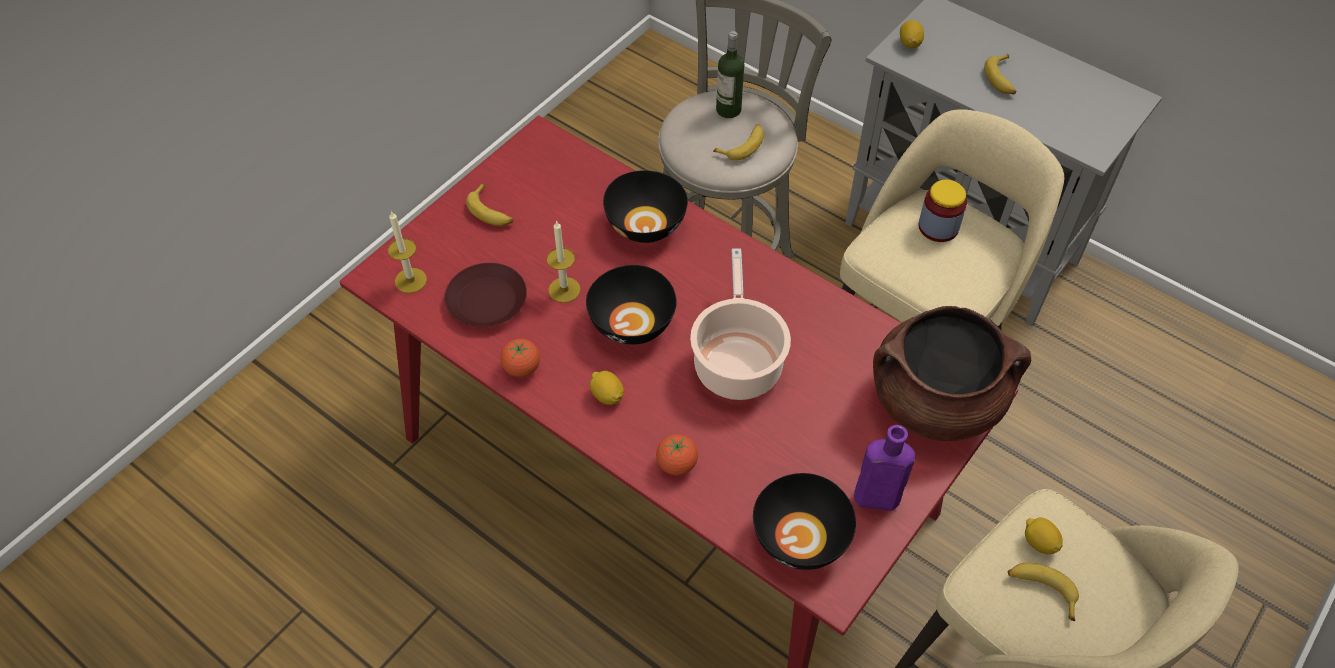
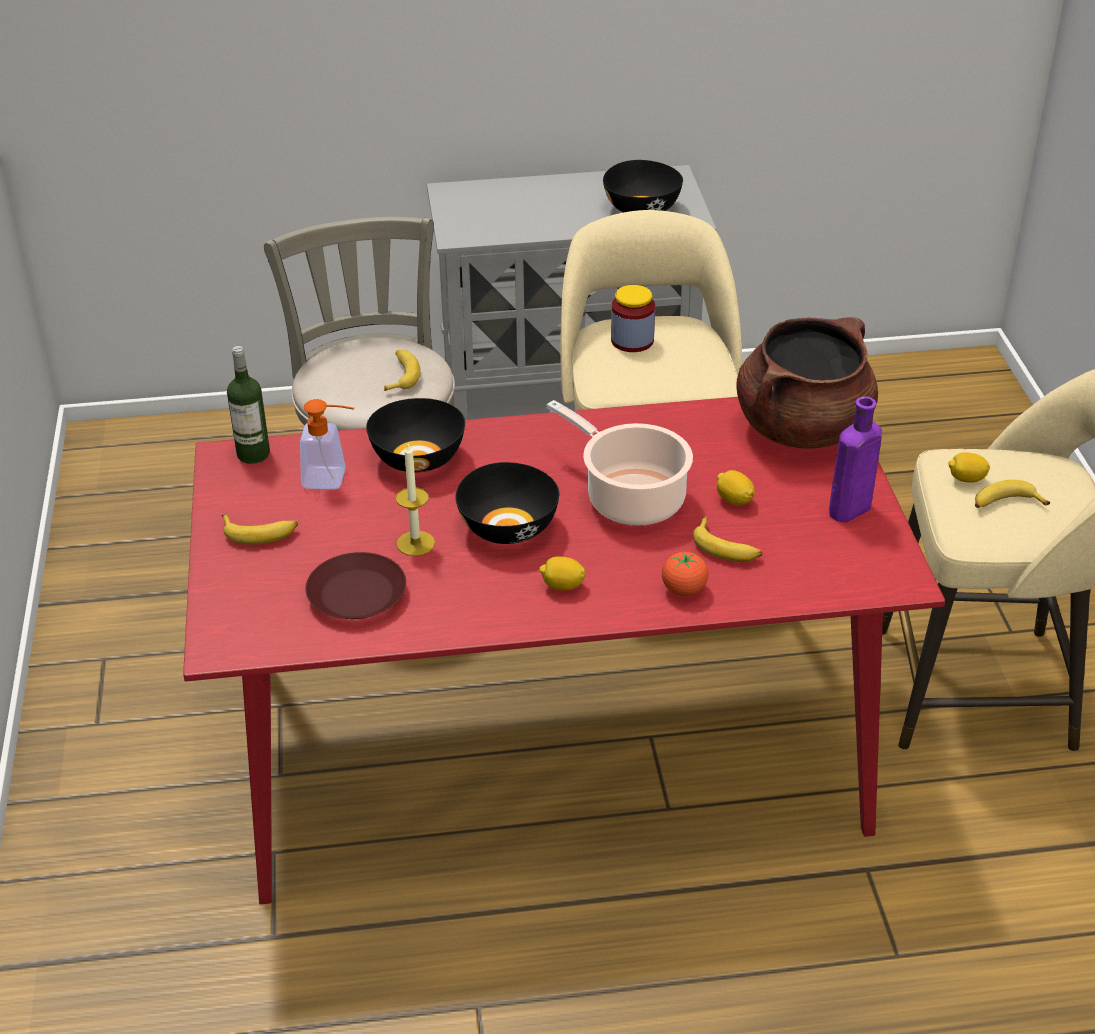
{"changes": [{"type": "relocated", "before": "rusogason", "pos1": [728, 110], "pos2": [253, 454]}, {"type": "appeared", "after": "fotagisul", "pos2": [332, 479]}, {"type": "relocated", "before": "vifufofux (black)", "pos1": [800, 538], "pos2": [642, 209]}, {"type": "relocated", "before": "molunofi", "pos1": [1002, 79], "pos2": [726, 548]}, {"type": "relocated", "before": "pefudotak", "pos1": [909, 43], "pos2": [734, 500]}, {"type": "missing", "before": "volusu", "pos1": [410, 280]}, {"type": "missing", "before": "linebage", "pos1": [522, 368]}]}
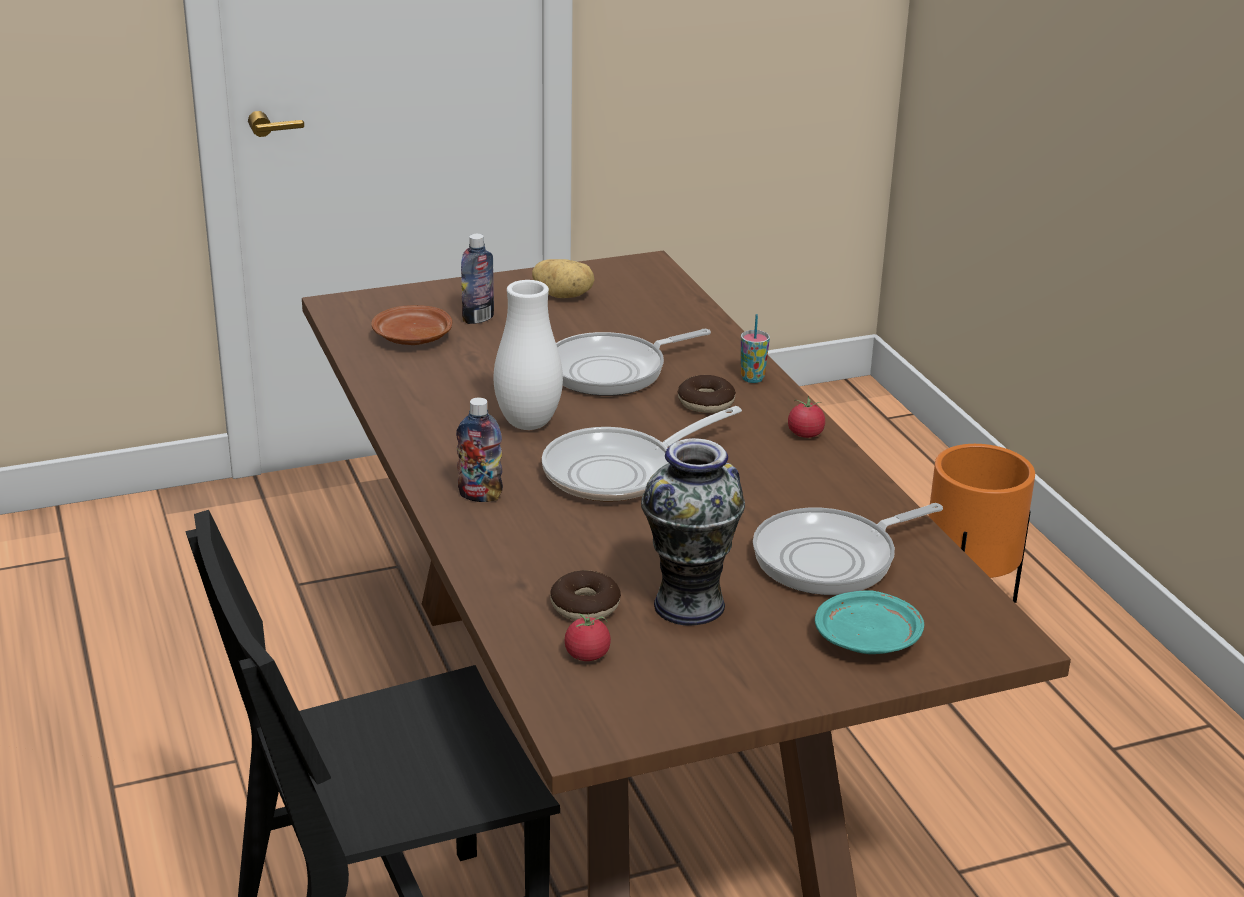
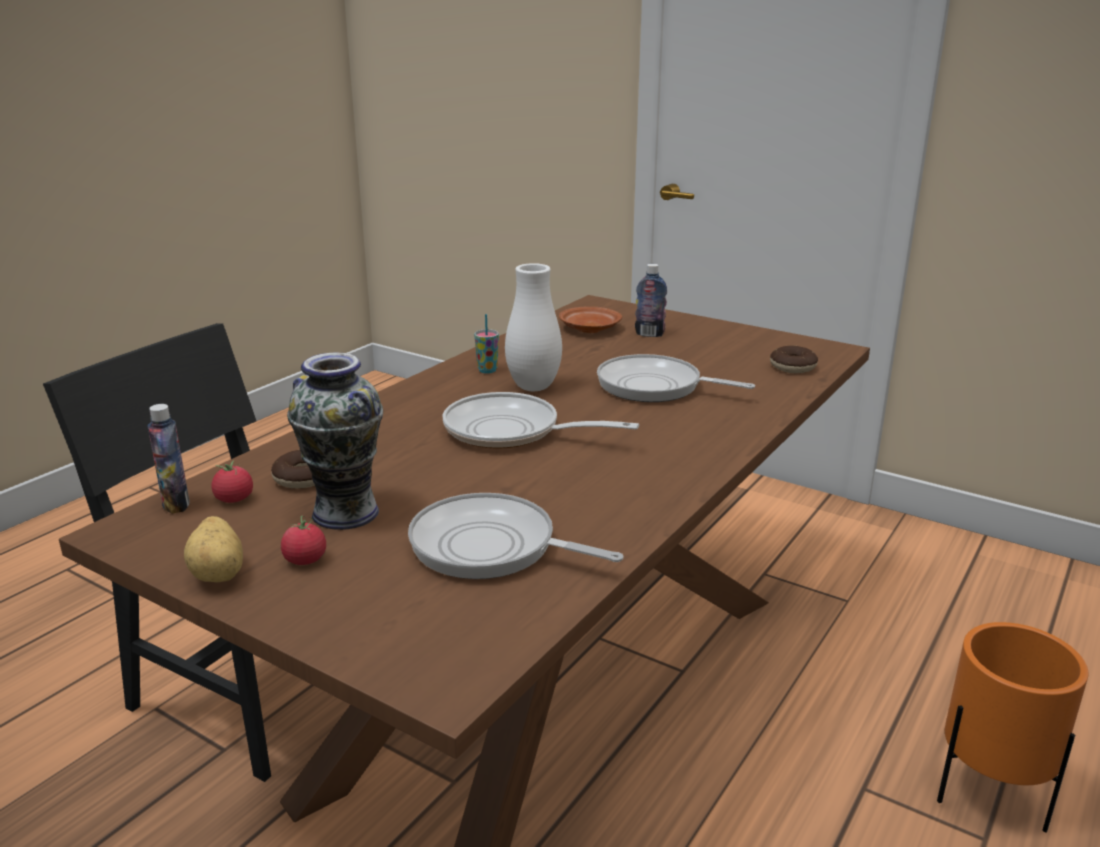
{"changes": [{"type": "relocated", "before": "rusogason", "pos1": [480, 495], "pos2": [176, 504]}, {"type": "relocated", "before": "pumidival", "pos1": [563, 295], "pos2": [220, 573]}, {"type": "relocated", "before": "linebage", "pos1": [805, 434], "pos2": [305, 560]}, {"type": "relocated", "before": "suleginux", "pos1": [752, 378], "pos2": [487, 370]}, {"type": "relocated", "before": "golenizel", "pos1": [706, 403], "pos2": [793, 367]}, {"type": "missing", "before": "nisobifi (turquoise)", "pos1": [868, 639]}]}
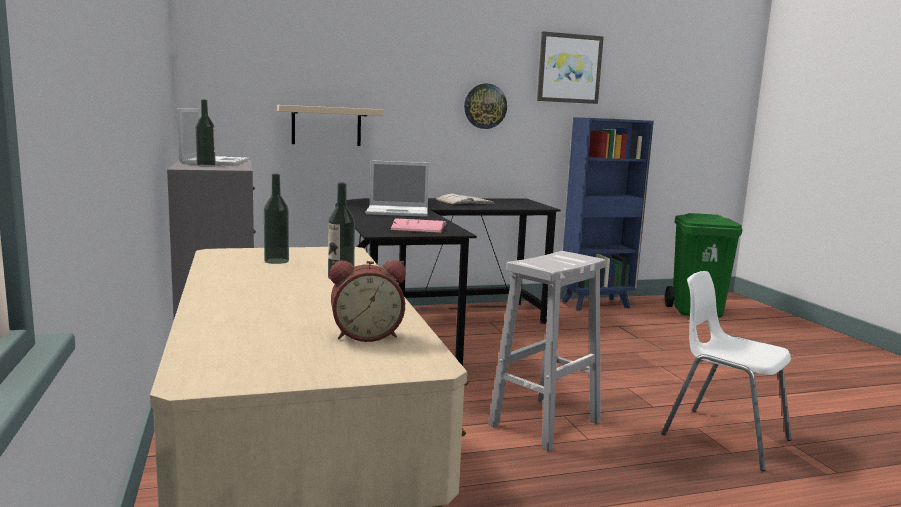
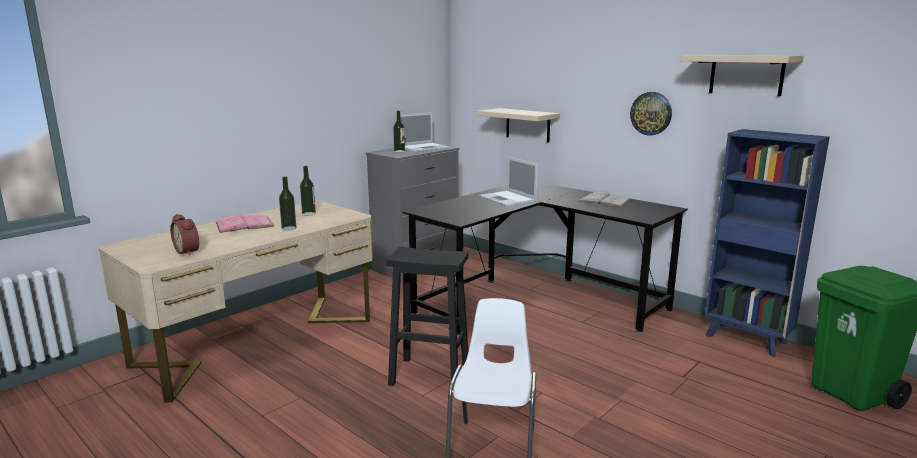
{"changes": [{"type": "relocated", "before": "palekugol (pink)", "pos1": [419, 227], "pos2": [244, 224]}, {"type": "colour", "before": "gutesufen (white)", "after": "gutesufen (black)", "pos1": [544, 424], "pos2": [428, 375]}, {"type": "exchanged", "before": "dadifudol", "after": "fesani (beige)", "pos1": [569, 68], "pos2": [746, 74]}]}
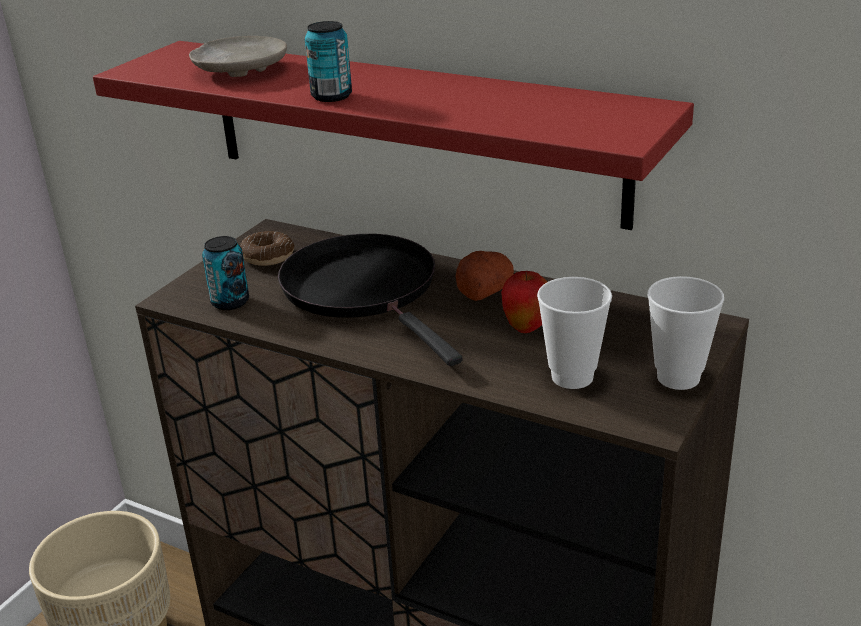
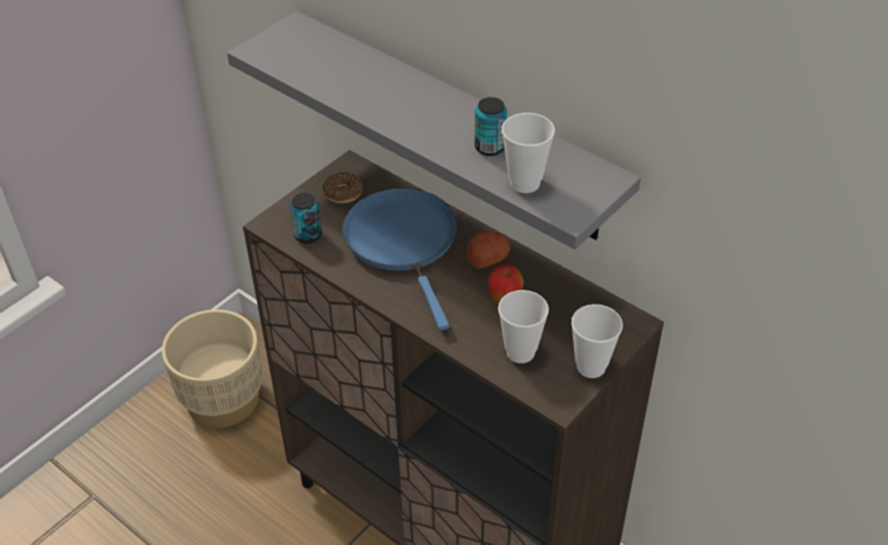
{"changes": [{"type": "colour", "before": "fesani (red)", "after": "fesani (grey)", "pos1": [409, 130], "pos2": [453, 125]}, {"type": "colour", "before": "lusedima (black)", "after": "lusedima (blue)", "pos1": [365, 290], "pos2": [403, 241]}, {"type": "relocated", "before": "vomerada", "pos1": [331, 96], "pos2": [490, 148]}, {"type": "appeared", "after": "suleginux", "pos2": [525, 183]}, {"type": "missing", "before": "nisobifi (beige)", "pos1": [240, 70]}]}
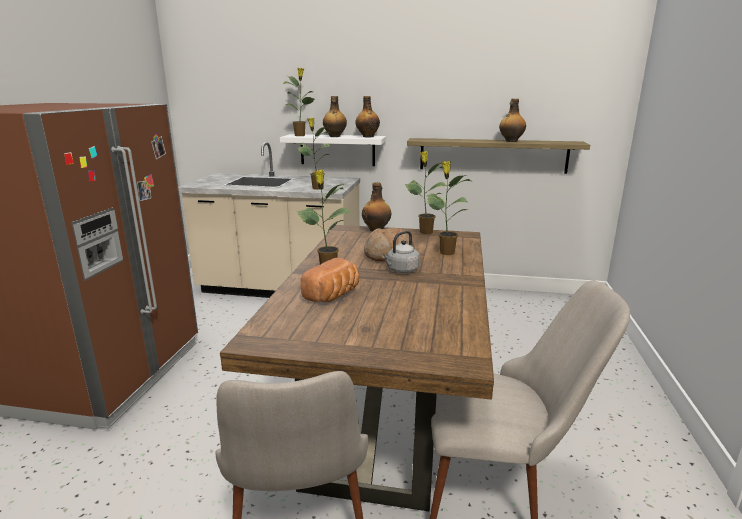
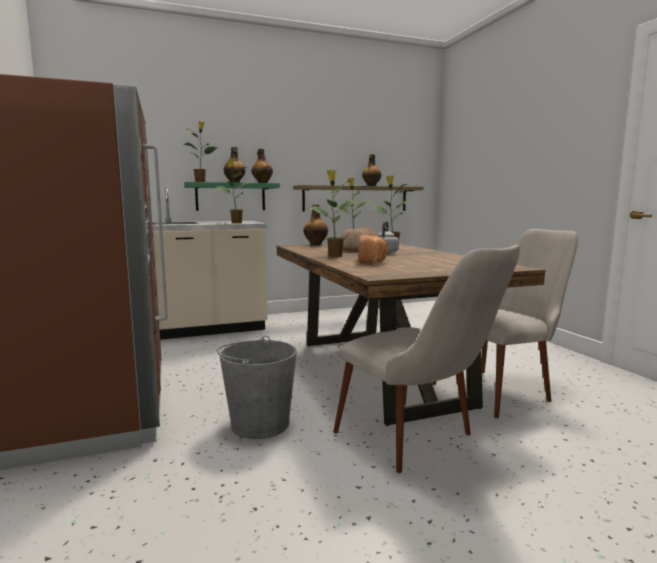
{"changes": [{"type": "colour", "before": "fesani (white)", "after": "fesani (green)", "pos1": [337, 150], "pos2": [230, 197]}, {"type": "appeared", "after": "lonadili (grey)", "pos2": [259, 424]}]}
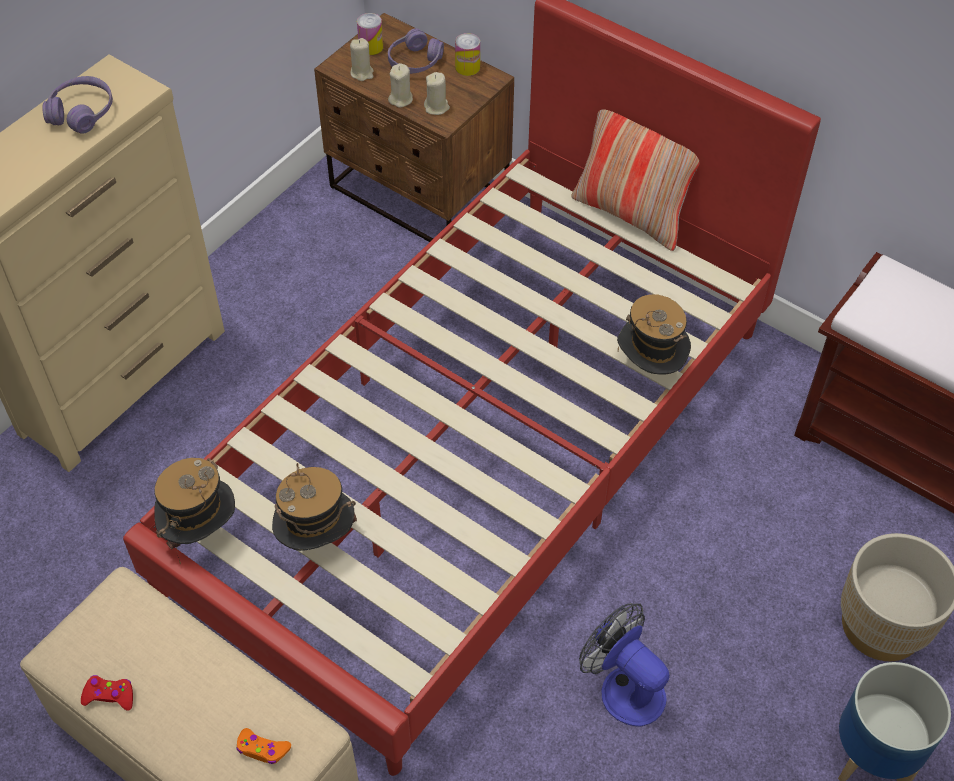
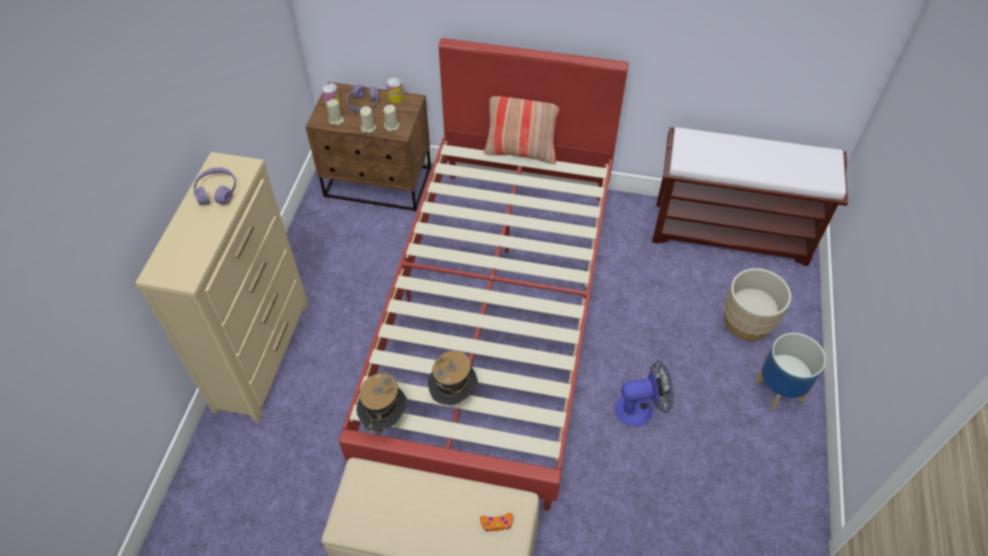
{"changes": [{"type": "spun", "before": "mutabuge", "pos1": [623, 687], "pos2": [640, 408], "turn": 150}, {"type": "missing", "before": "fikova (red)", "pos1": [109, 695]}, {"type": "missing", "before": "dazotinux", "pos1": [649, 368]}]}
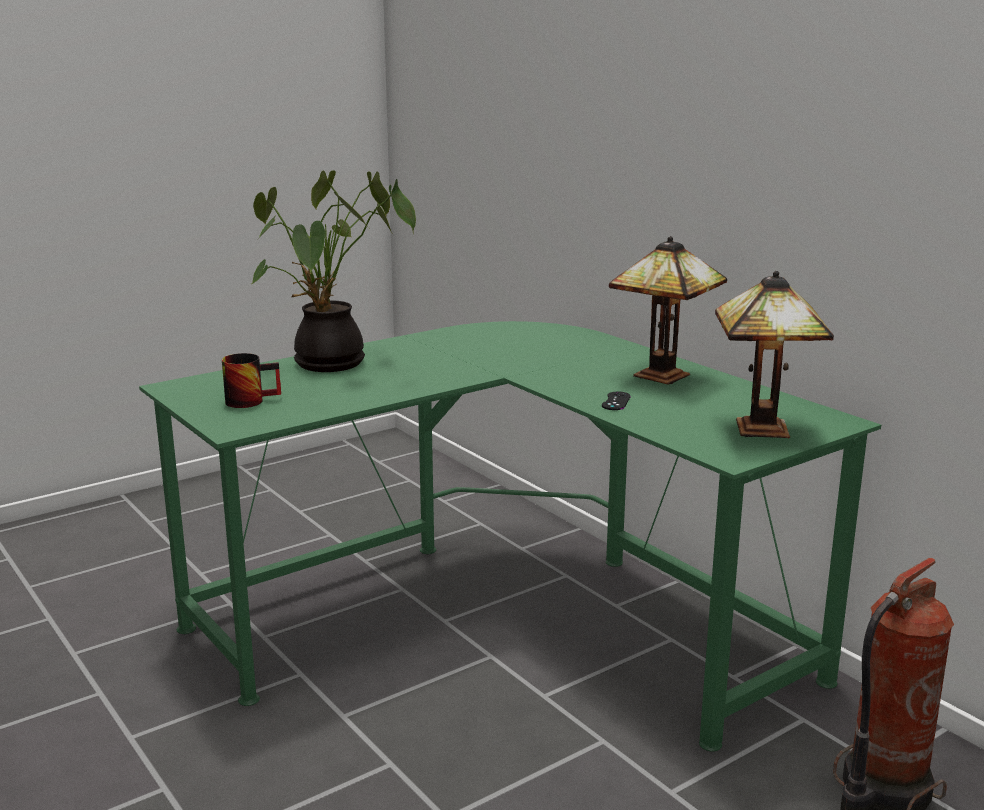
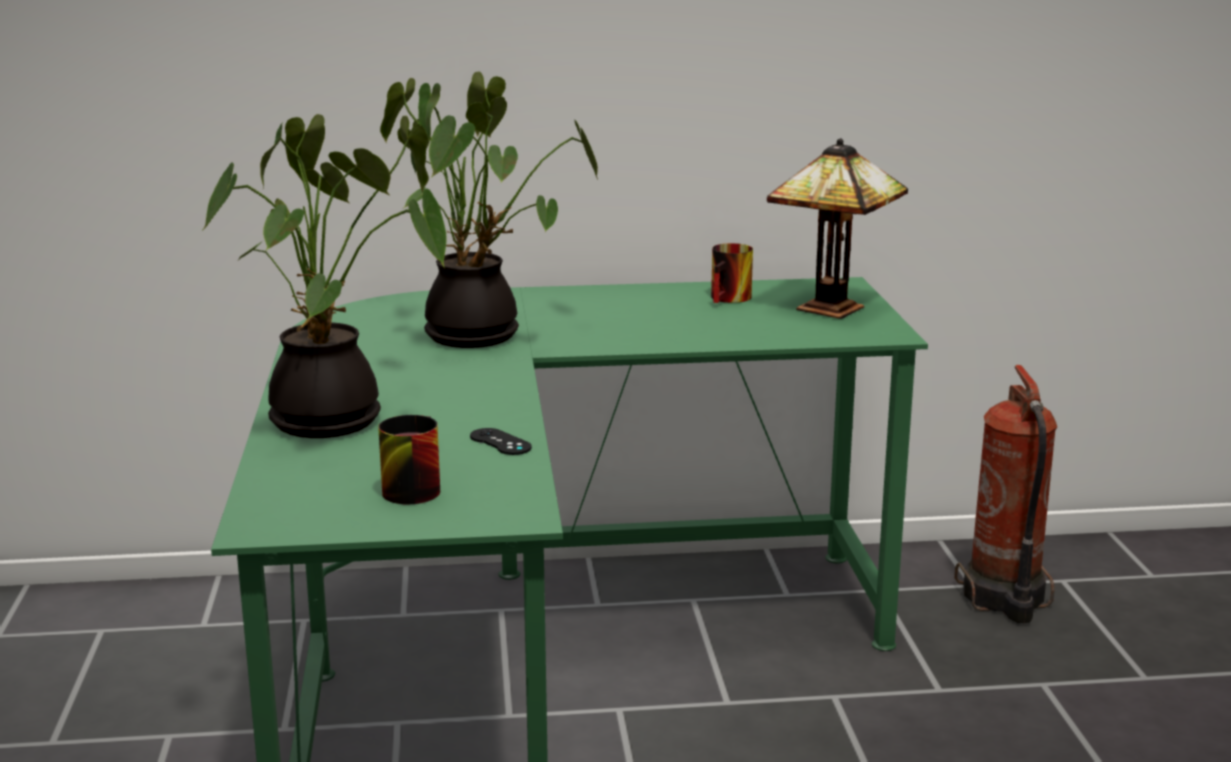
{"changes": [{"type": "appeared", "after": "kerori", "pos2": [480, 334]}, {"type": "relocated", "before": "fikova (black)", "pos1": [616, 401], "pos2": [500, 442]}, {"type": "appeared", "after": "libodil", "pos2": [731, 299]}, {"type": "missing", "before": "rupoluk", "pos1": [666, 376]}]}
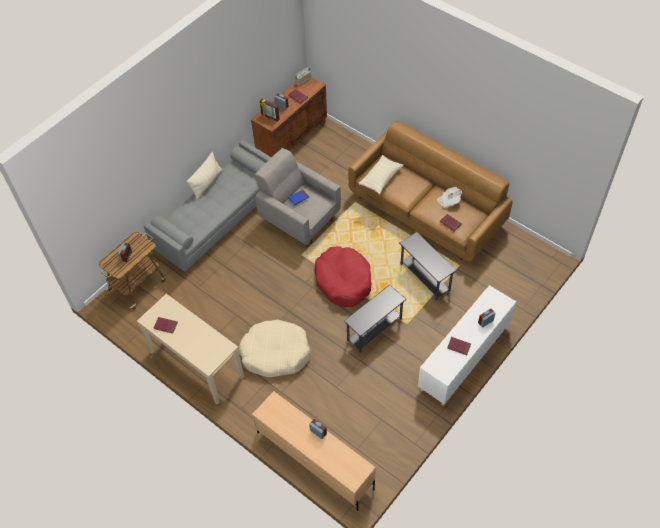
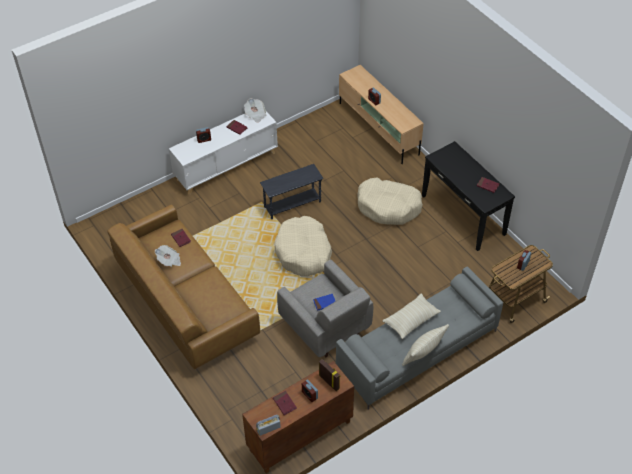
{"changes": [{"type": "appeared", "after": "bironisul", "pos2": [255, 115]}, {"type": "colour", "before": "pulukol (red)", "after": "pulukol (beige)", "pos1": [343, 281], "pos2": [303, 252]}, {"type": "relocated", "before": "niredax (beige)", "pos1": [380, 178], "pos2": [411, 320]}, {"type": "colour", "before": "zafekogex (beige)", "after": "zafekogex (black)", "pos1": [196, 364], "pos2": [463, 214]}, {"type": "missing", "before": "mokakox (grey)", "pos1": [425, 277]}]}
